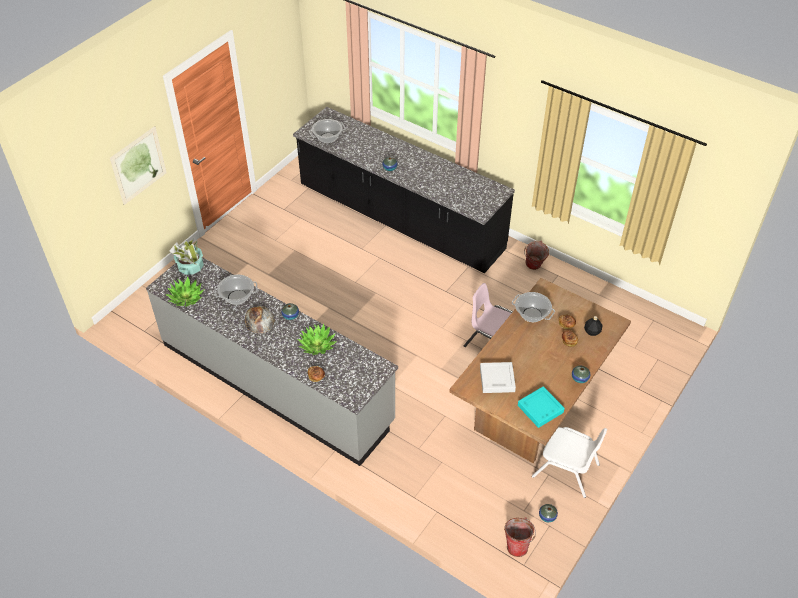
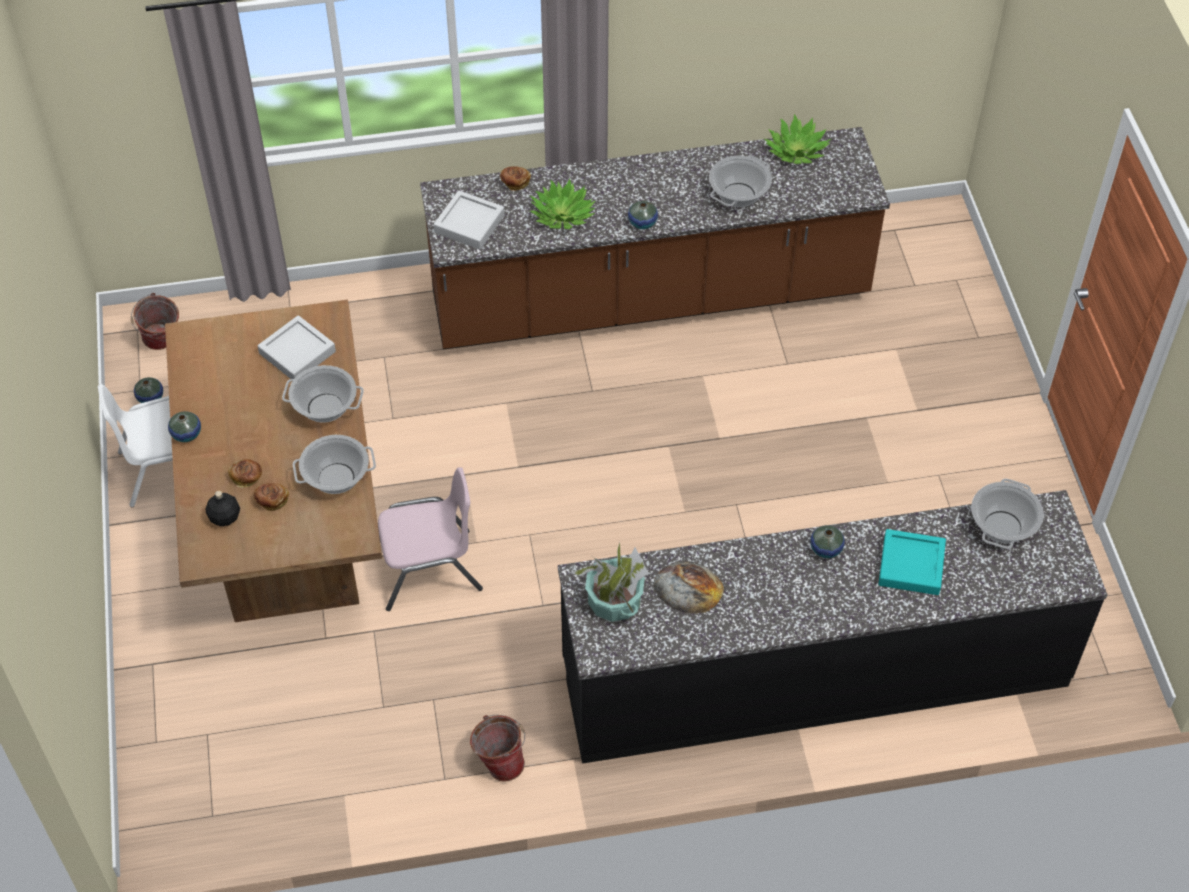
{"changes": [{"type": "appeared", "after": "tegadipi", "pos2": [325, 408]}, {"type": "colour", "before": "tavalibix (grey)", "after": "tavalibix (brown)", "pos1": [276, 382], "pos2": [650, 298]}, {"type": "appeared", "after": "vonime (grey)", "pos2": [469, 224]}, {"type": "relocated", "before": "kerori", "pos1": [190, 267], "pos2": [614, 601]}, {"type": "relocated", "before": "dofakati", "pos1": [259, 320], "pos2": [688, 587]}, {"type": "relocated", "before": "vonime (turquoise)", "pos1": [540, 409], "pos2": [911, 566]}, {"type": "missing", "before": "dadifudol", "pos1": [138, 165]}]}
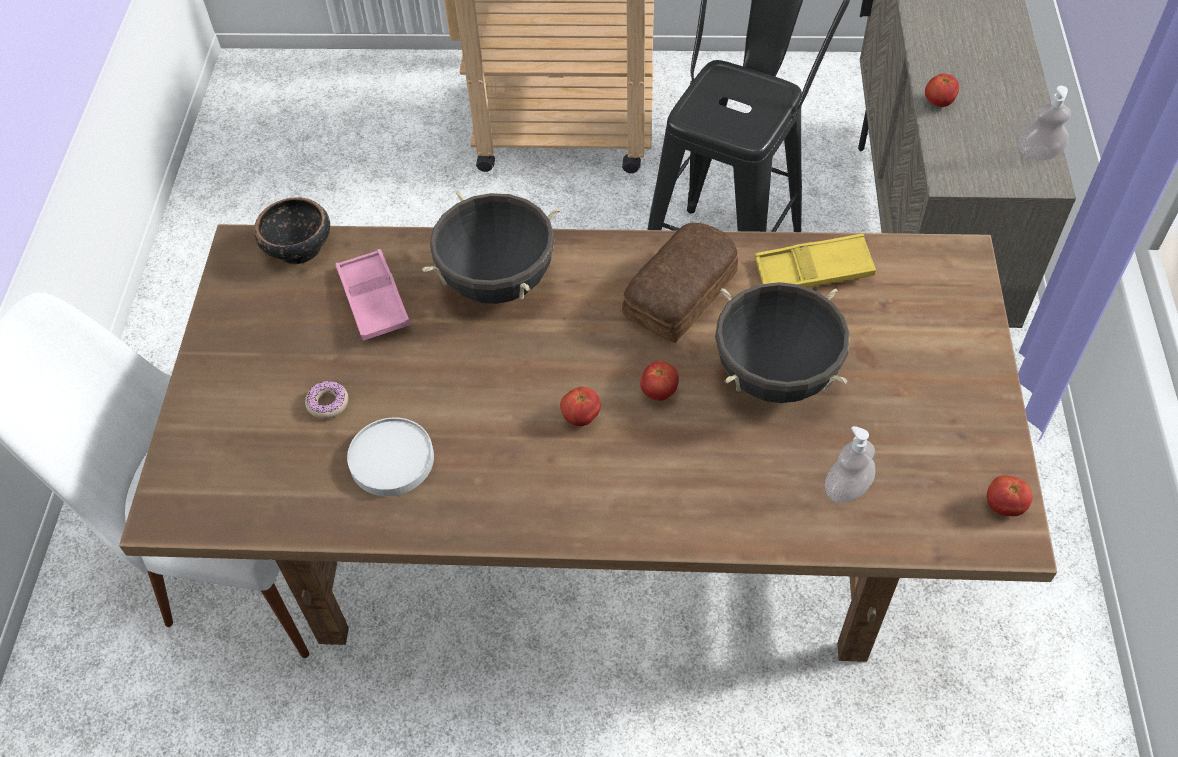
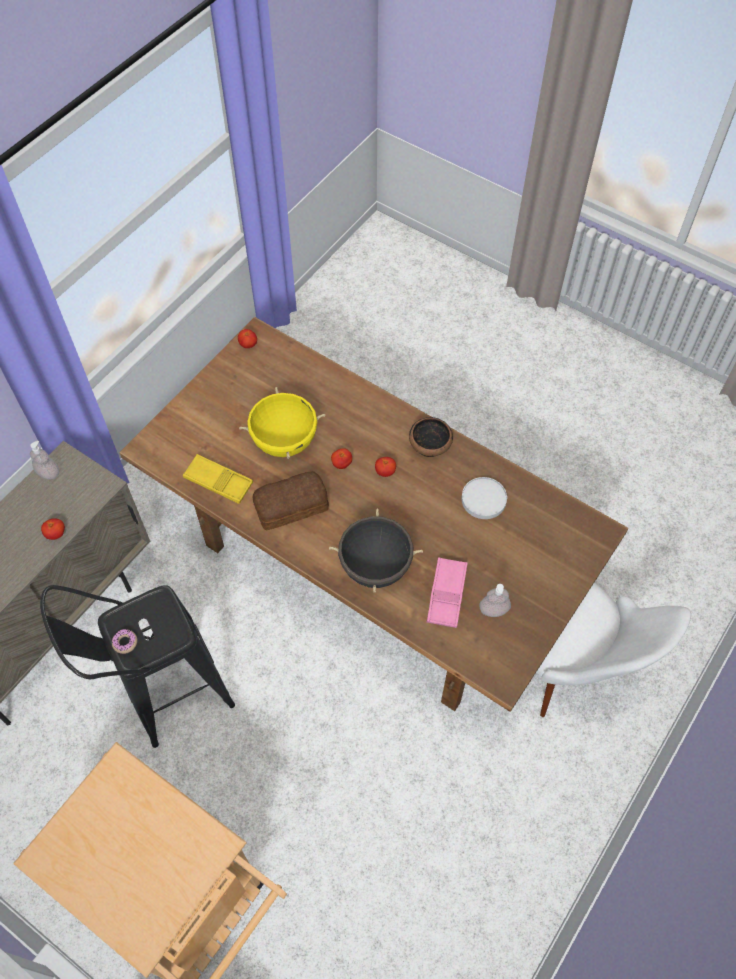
{"changes": [{"type": "relocated", "before": "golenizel", "pos1": [328, 403], "pos2": [125, 642]}, {"type": "colour", "before": "tegadipi (black)", "after": "tegadipi (yellow)", "pos1": [776, 376], "pos2": [284, 441]}, {"type": "relocated", "before": "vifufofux", "pos1": [298, 248], "pos2": [430, 446]}, {"type": "relocated", "before": "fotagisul", "pos1": [847, 489], "pos2": [493, 610]}]}
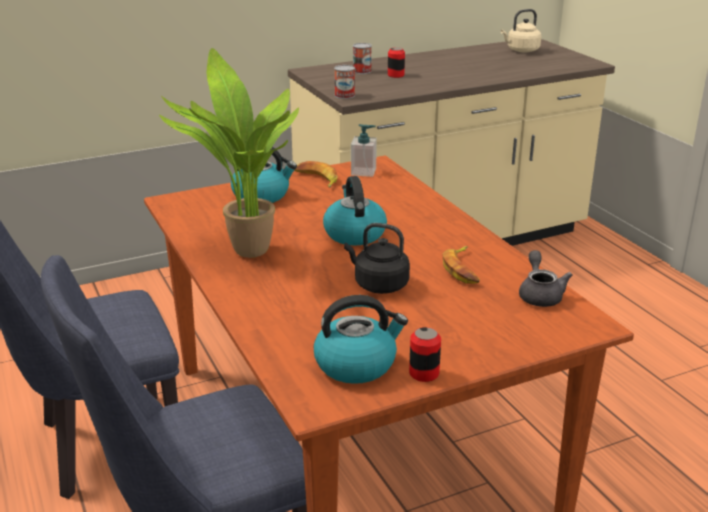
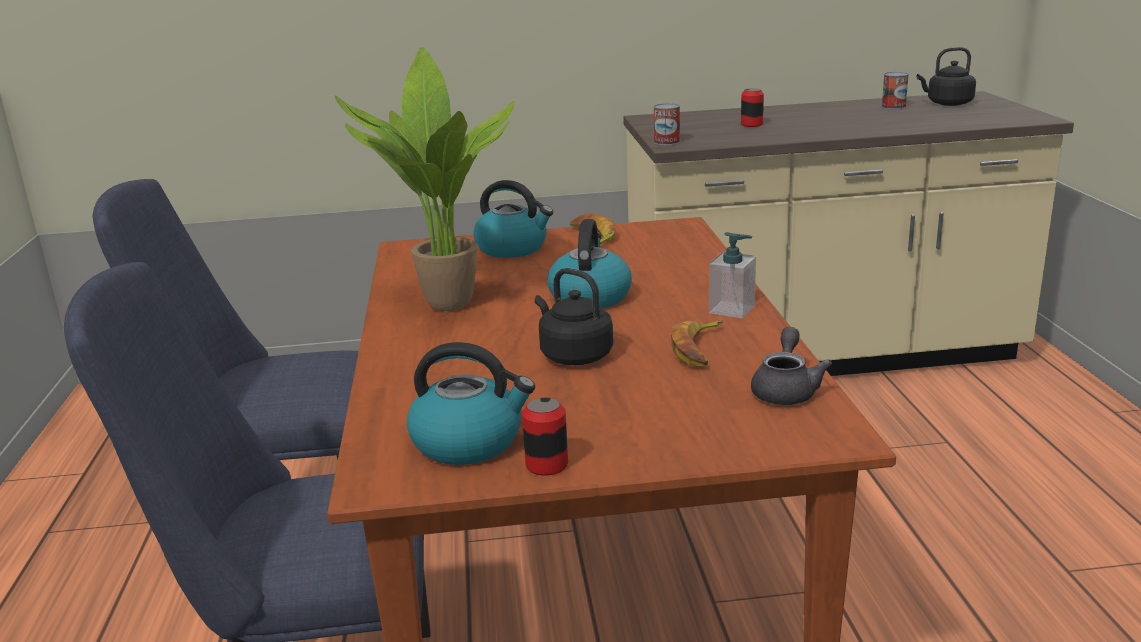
{"changes": [{"type": "relocated", "before": "fotagisul", "pos1": [363, 172], "pos2": [732, 309]}, {"type": "relocated", "before": "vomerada", "pos1": [362, 71], "pos2": [893, 107]}, {"type": "colour", "before": "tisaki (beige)", "after": "tisaki (black)", "pos1": [521, 50], "pos2": [947, 104]}]}
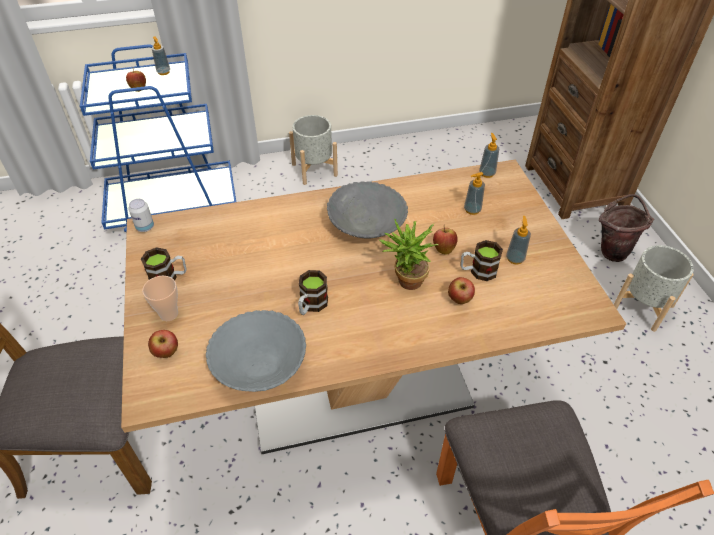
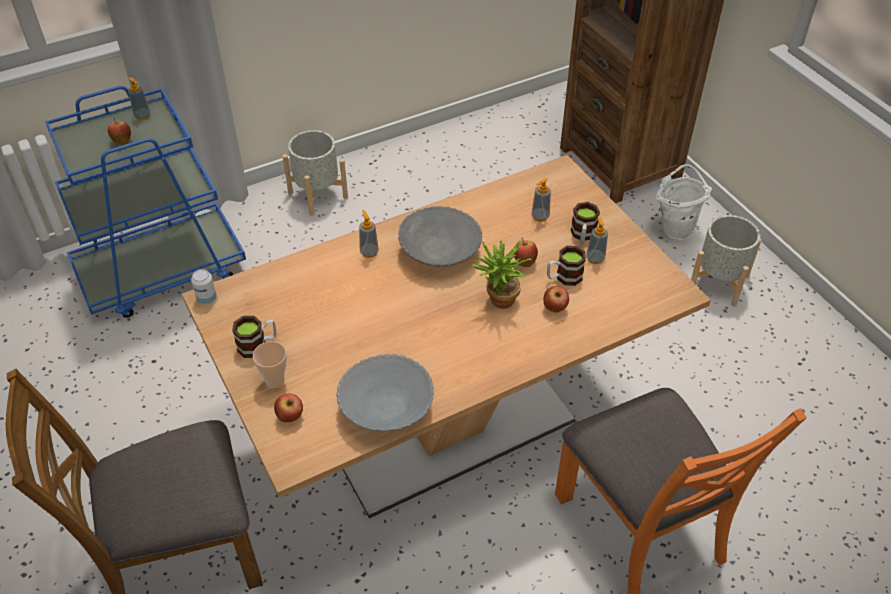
{"changes": [{"type": "relocated", "before": "fotagisul", "pos1": [487, 173], "pos2": [369, 252]}, {"type": "relocated", "before": "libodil", "pos1": [311, 305], "pos2": [583, 236]}, {"type": "colour", "before": "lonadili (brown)", "after": "lonadili (white)", "pos1": [612, 250], "pos2": [675, 228]}]}
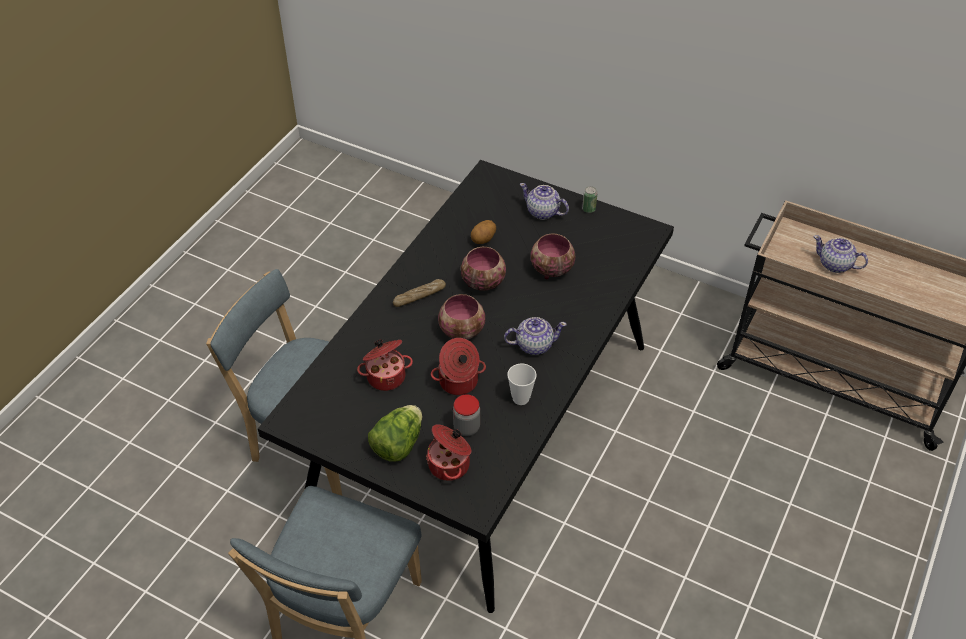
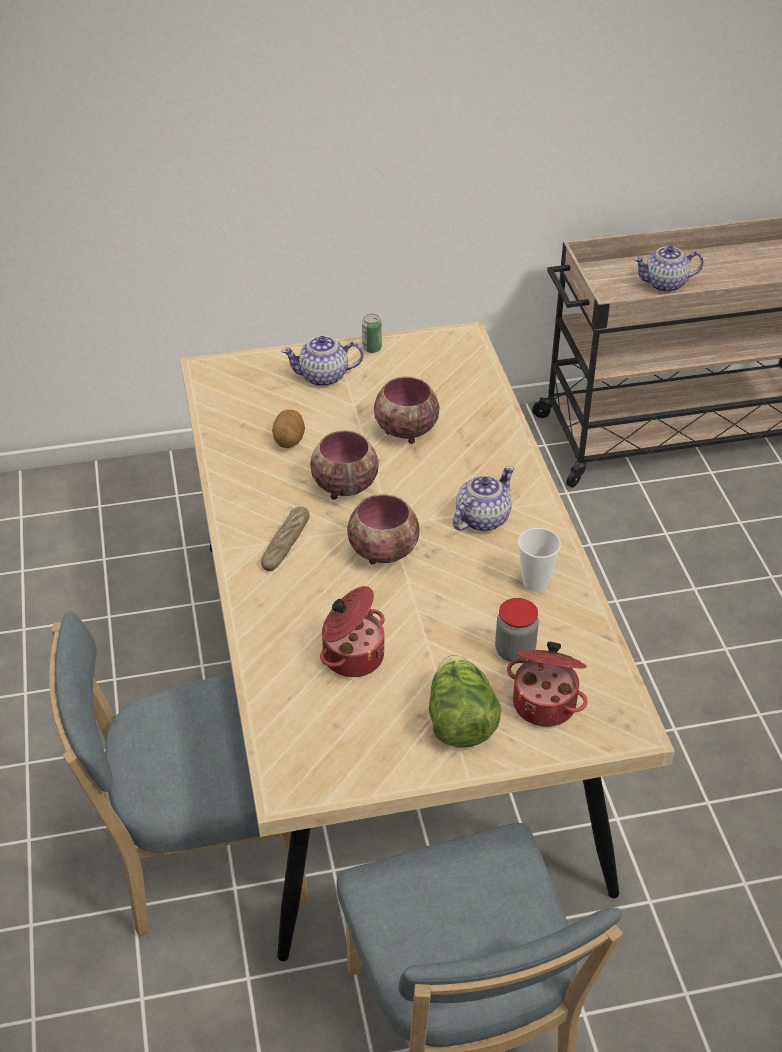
{"changes": [{"type": "colour", "before": "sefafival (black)", "after": "sefafival (beige)", "pos1": [483, 429], "pos2": [393, 704]}, {"type": "missing", "before": "tegadipi", "pos1": [458, 382]}]}
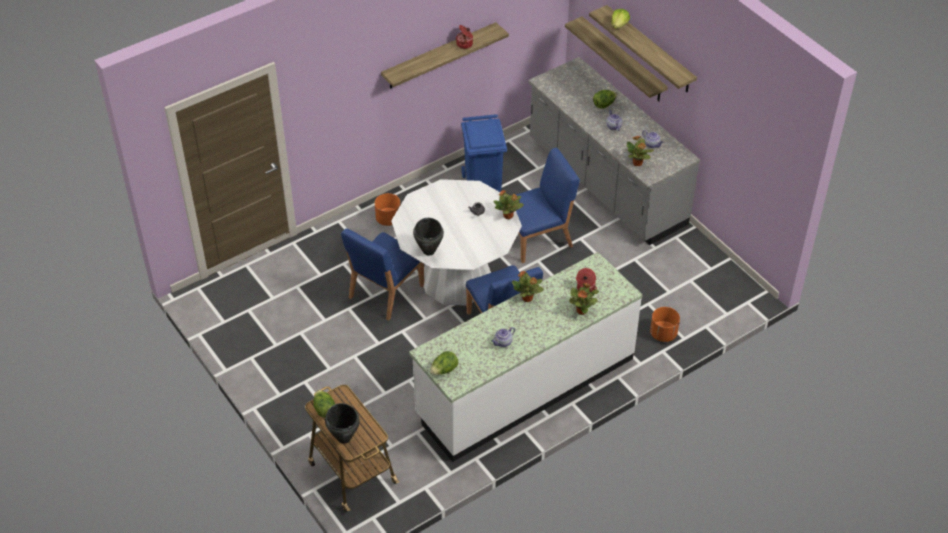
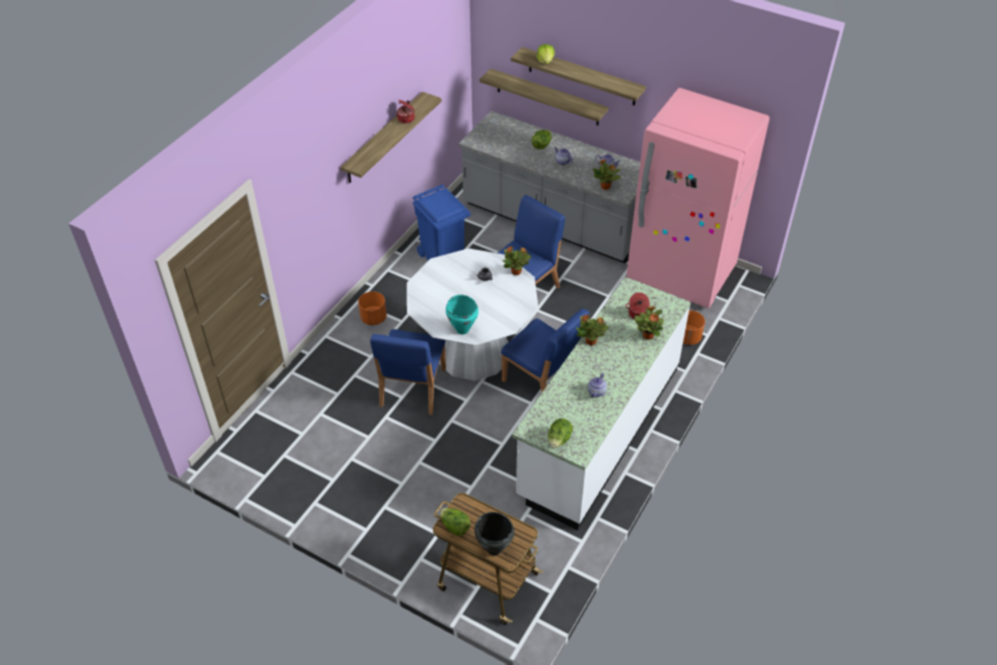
{"changes": [{"type": "colour", "before": "tegadipi (black)", "after": "tegadipi (turquoise)", "pos1": [429, 251], "pos2": [462, 329]}, {"type": "appeared", "after": "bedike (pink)", "pos2": [681, 274]}]}
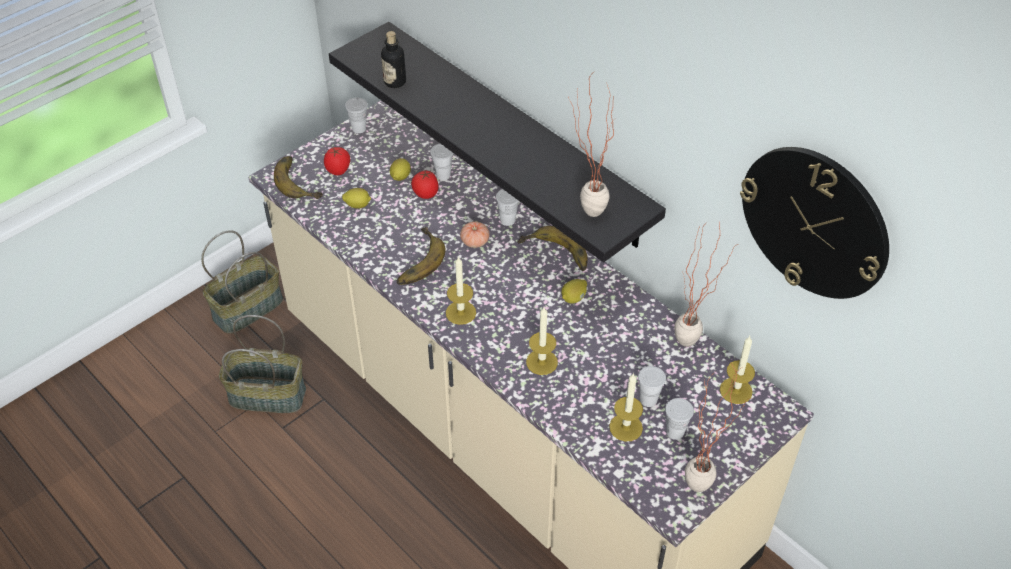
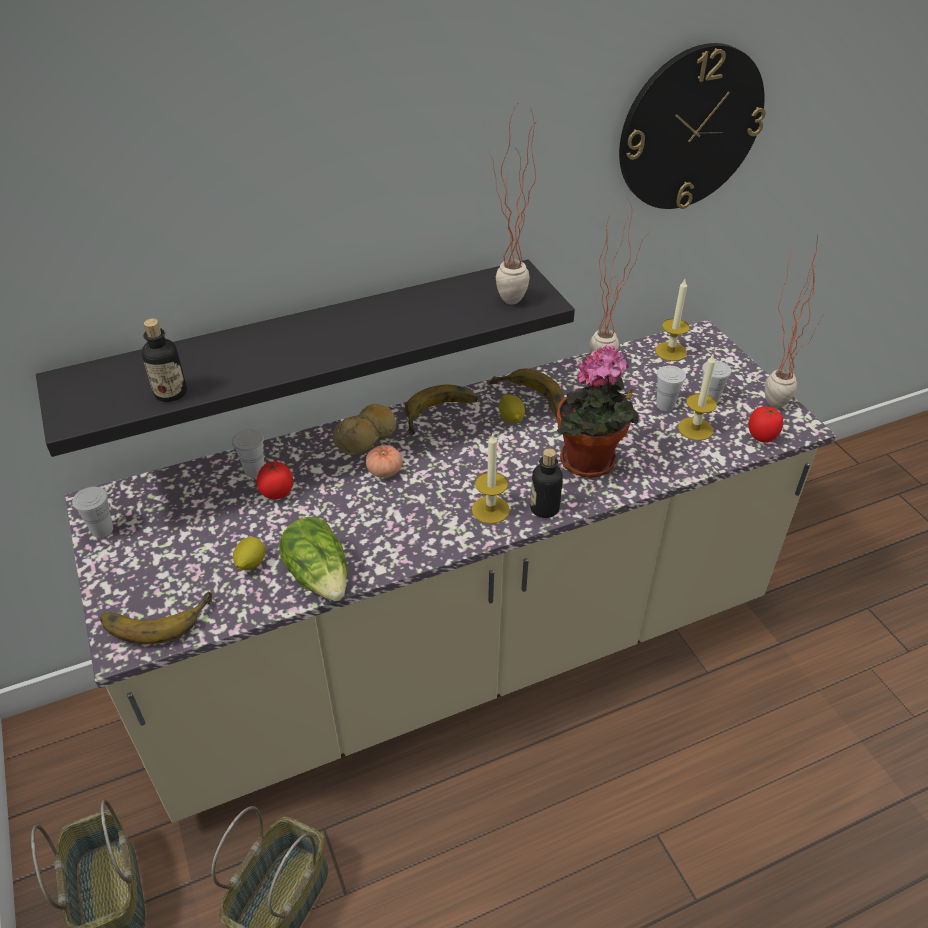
{"changes": [{"type": "appeared", "after": "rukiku", "pos2": [320, 576]}, {"type": "exchanged", "before": "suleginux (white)", "after": "dofakati", "pos1": [507, 220], "pos2": [367, 436]}, {"type": "relocated", "before": "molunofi", "pos1": [415, 261], "pos2": [529, 401]}, {"type": "appeared", "after": "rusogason", "pos2": [544, 508]}, {"type": "exchanged", "before": "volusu", "after": "kerori", "pos1": [541, 362], "pos2": [590, 464]}, {"type": "relocated", "before": "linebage", "pos1": [338, 170], "pos2": [761, 436]}, {"type": "missing", "before": "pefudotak", "pos1": [400, 177]}]}
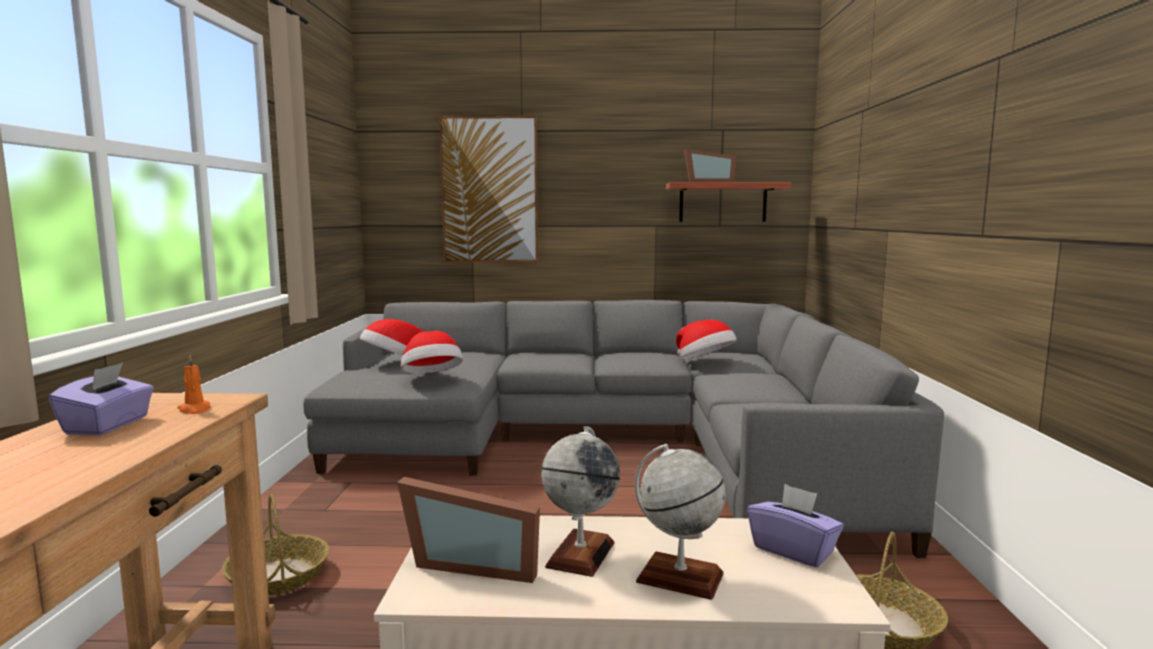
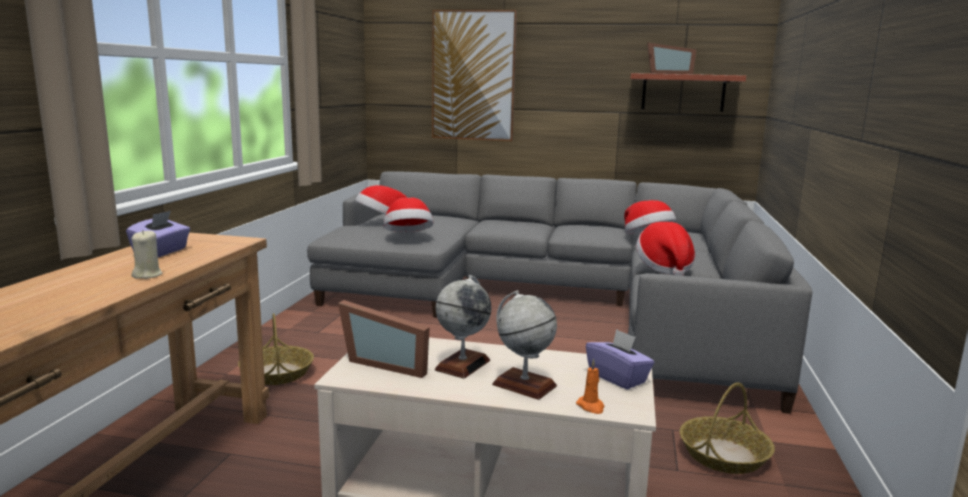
{"changes": [{"type": "appeared", "after": "volusu (beige)", "pos2": [147, 275]}, {"type": "relocated", "before": "volusu (orange)", "pos1": [195, 410], "pos2": [591, 407]}, {"type": "appeared", "after": "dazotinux", "pos2": [664, 267]}]}
